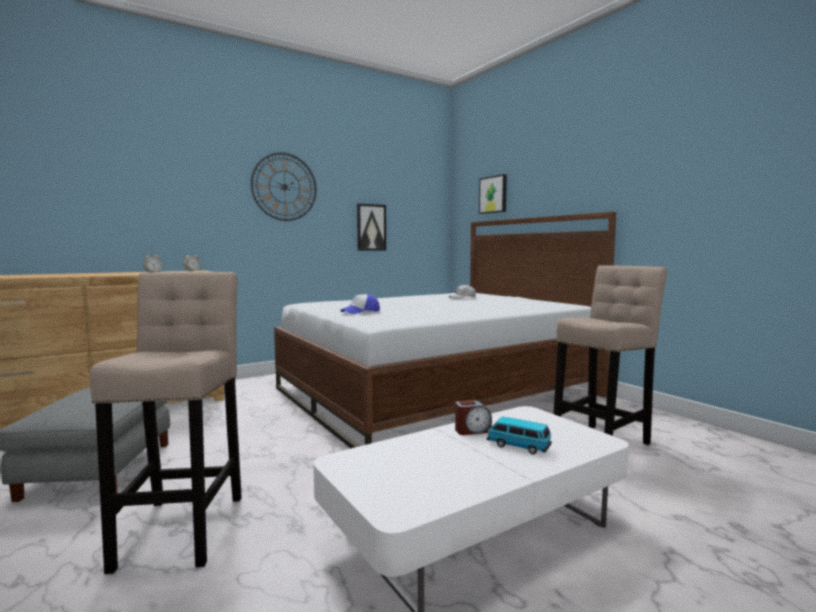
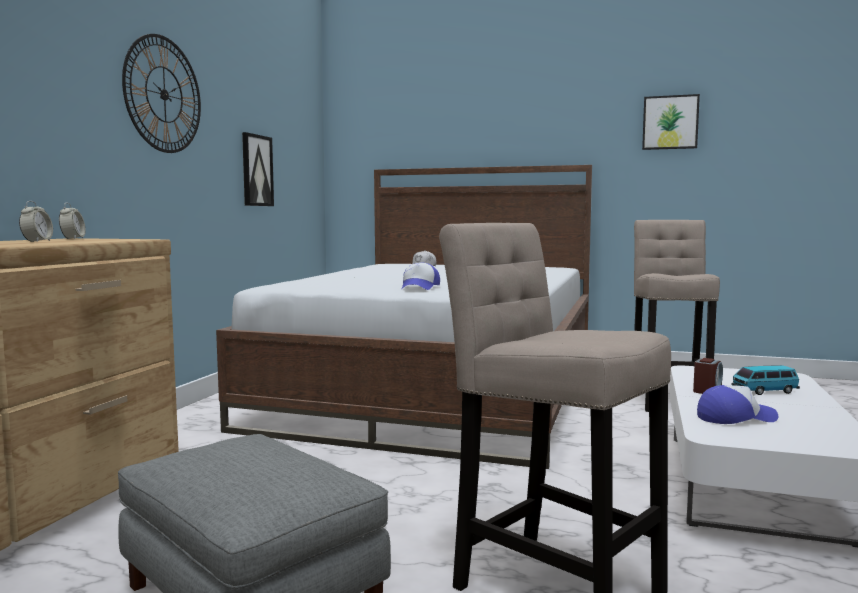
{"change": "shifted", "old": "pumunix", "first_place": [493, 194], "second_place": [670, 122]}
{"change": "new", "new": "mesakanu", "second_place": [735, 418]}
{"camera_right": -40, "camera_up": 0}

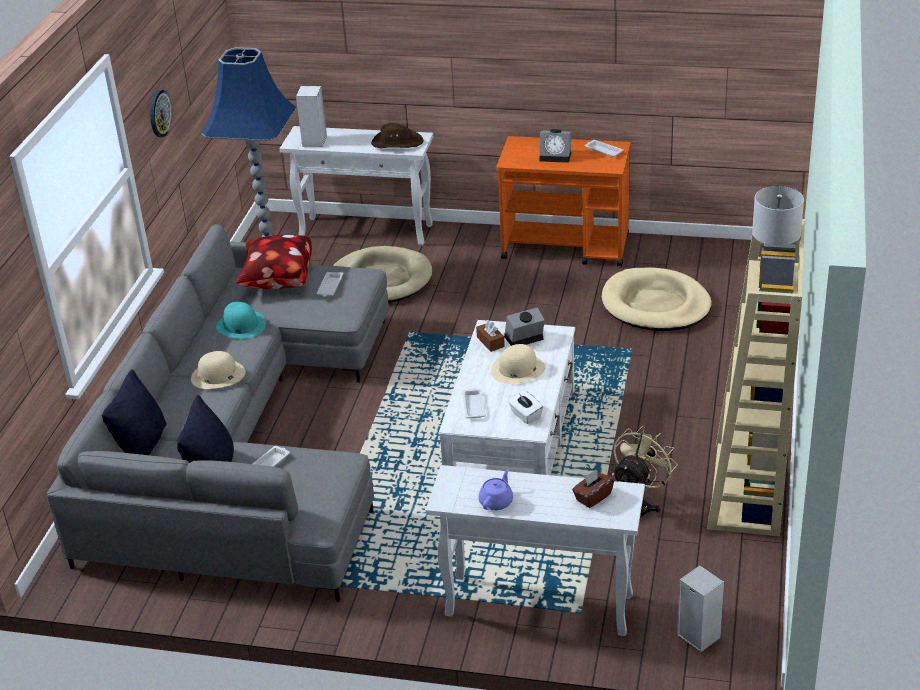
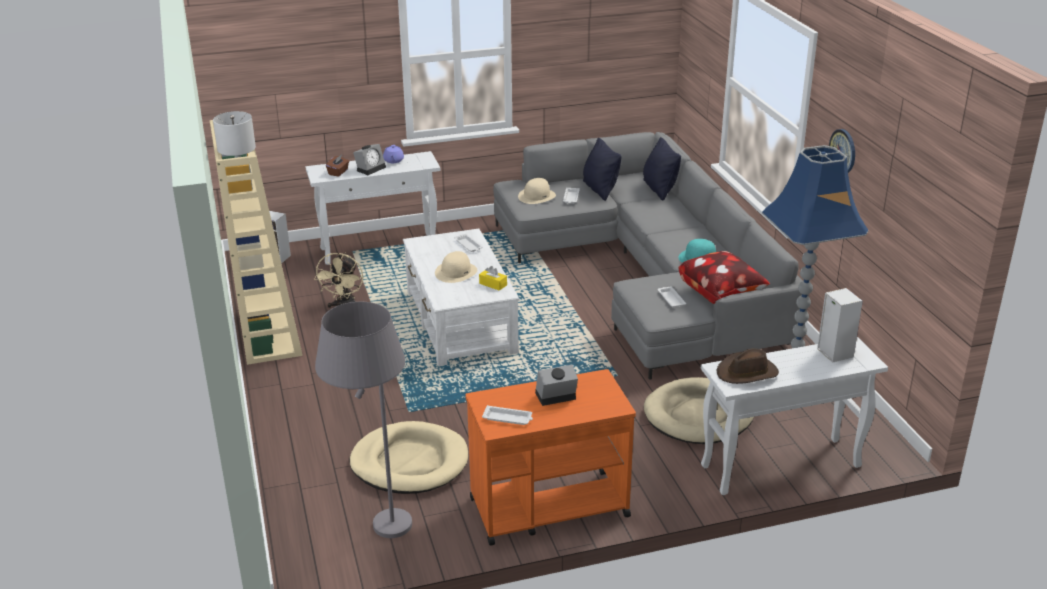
{"change": "shifted", "old": "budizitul", "first_place": [523, 339], "second_place": [371, 168]}
{"change": "repainted", "old": "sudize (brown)", "new": "sudize (yellow)", "first_place": [490, 342], "second_place": [493, 284]}
{"change": "shifted", "old": "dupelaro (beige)", "first_place": [218, 375], "second_place": [537, 196]}
{"change": "gone", "old": "sudize (white)", "first_place": [525, 415]}
{"change": "new", "new": "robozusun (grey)", "second_place": [376, 536]}
{"camera_right": 150, "camera_up": -5}

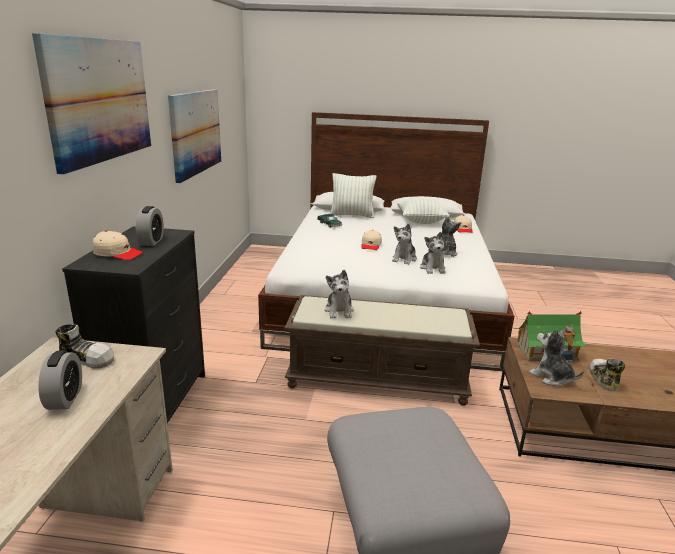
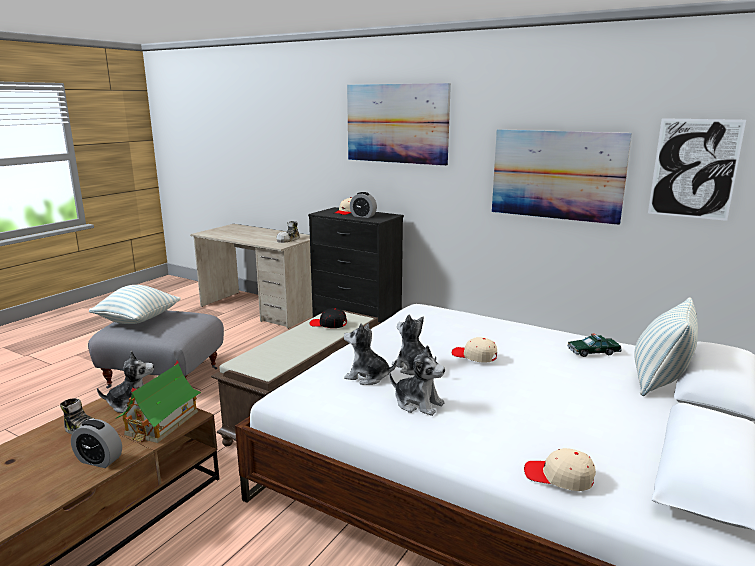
{"change": "shifted", "old": "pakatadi", "first_place": [421, 221], "second_place": [138, 320]}
{"change": "swapped", "old": "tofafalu", "new": "mesakanu (black)", "first_place": [339, 311], "second_place": [328, 324]}
{"change": "shifted", "old": "budizitul", "first_place": [65, 398], "second_place": [99, 460]}
{"change": "new", "new": "pumunix", "second_place": [694, 169]}
{"camera_right": 115, "camera_up": -5}

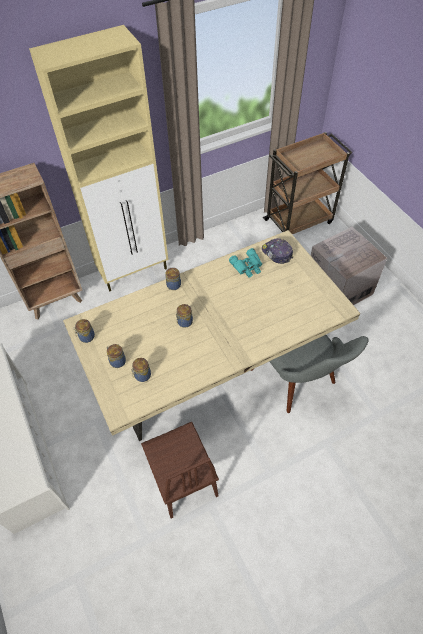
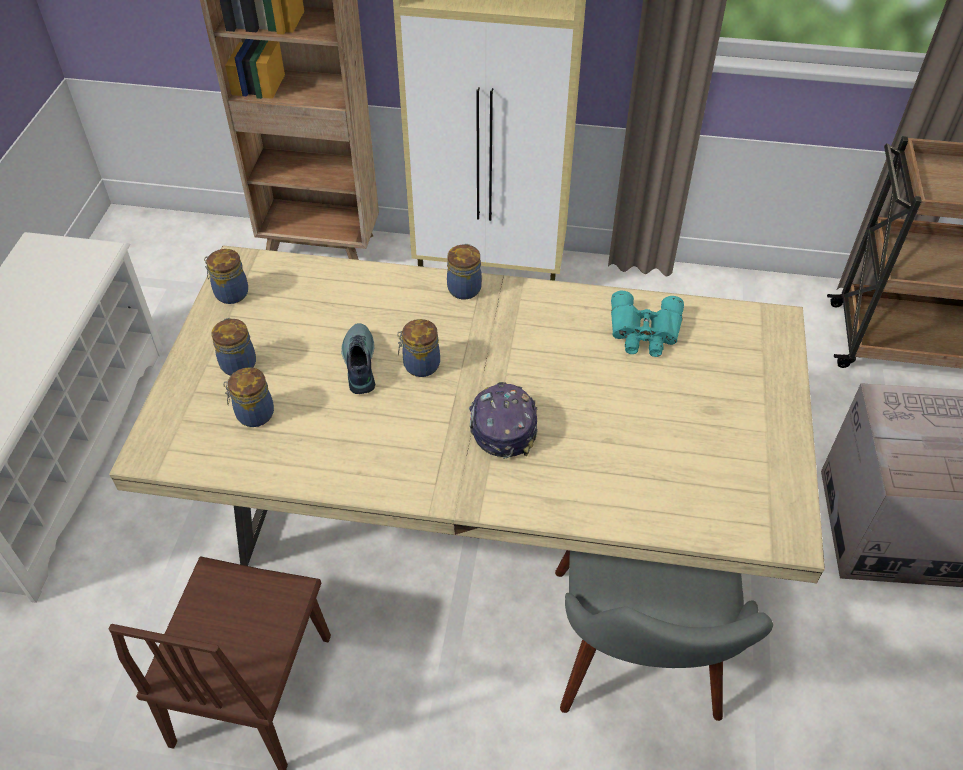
{"change": "shifted", "old": "mesakanu", "first_place": [276, 253], "second_place": [502, 424]}
{"change": "new", "new": "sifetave", "second_place": [358, 363]}
{"camera_right": 35, "camera_up": -5}

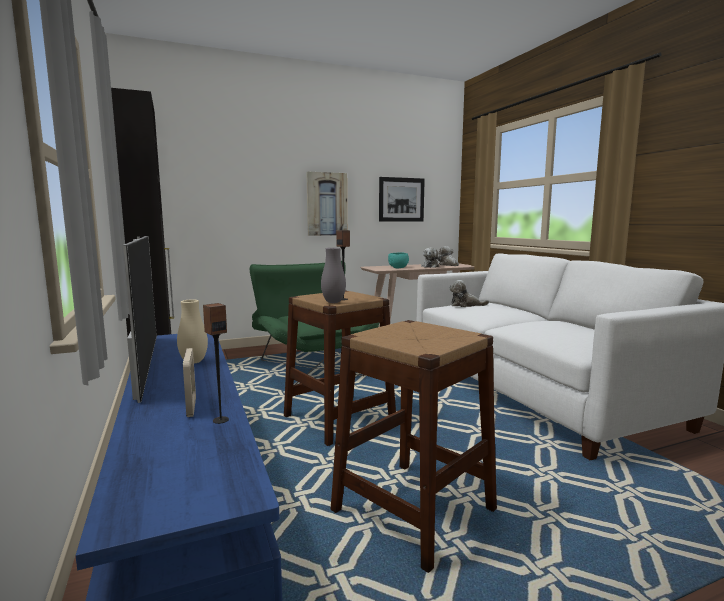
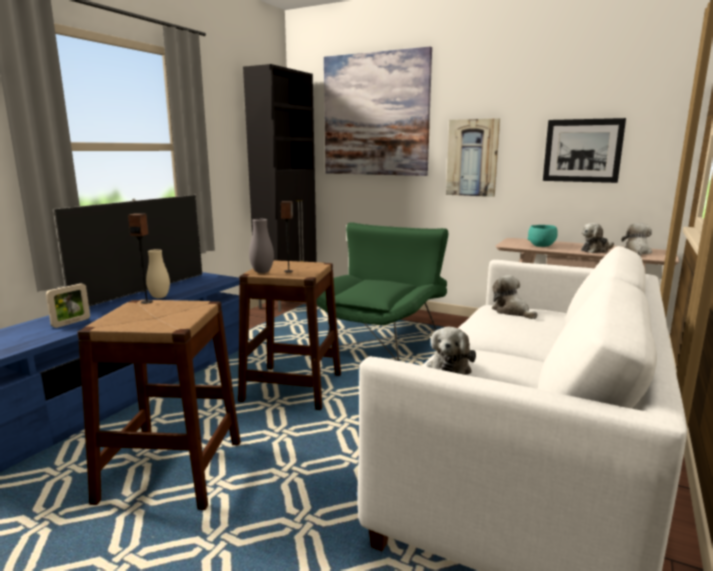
{"change": "shifted", "old": "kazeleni", "first_place": [220, 420], "second_place": [147, 302]}
{"change": "new", "new": "pumunix", "second_place": [375, 115]}
{"change": "new", "new": "tofafalu", "second_place": [449, 368]}
{"camera_right": 50, "camera_up": 5}

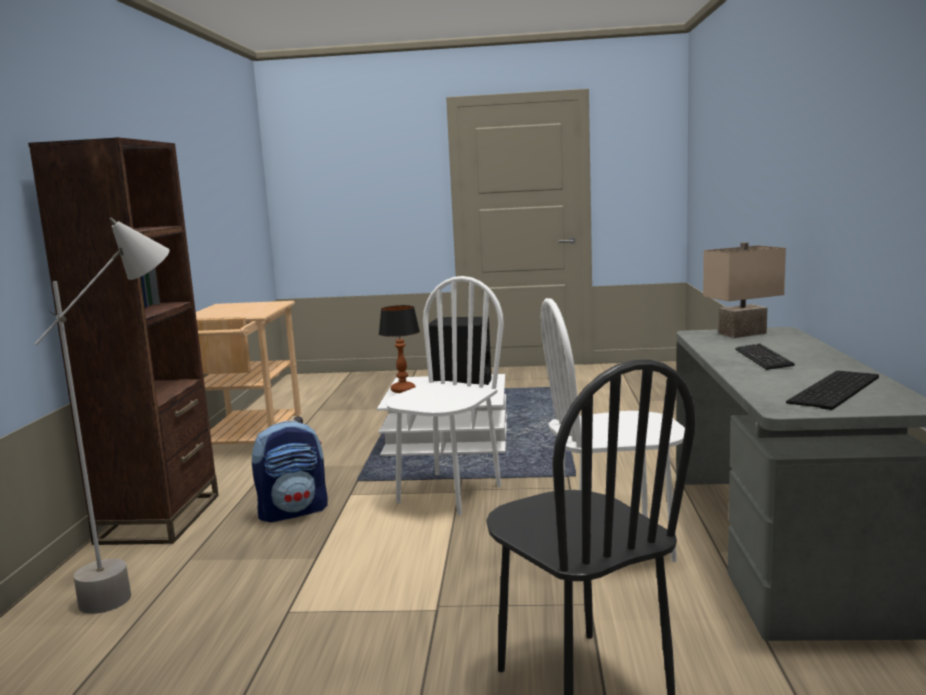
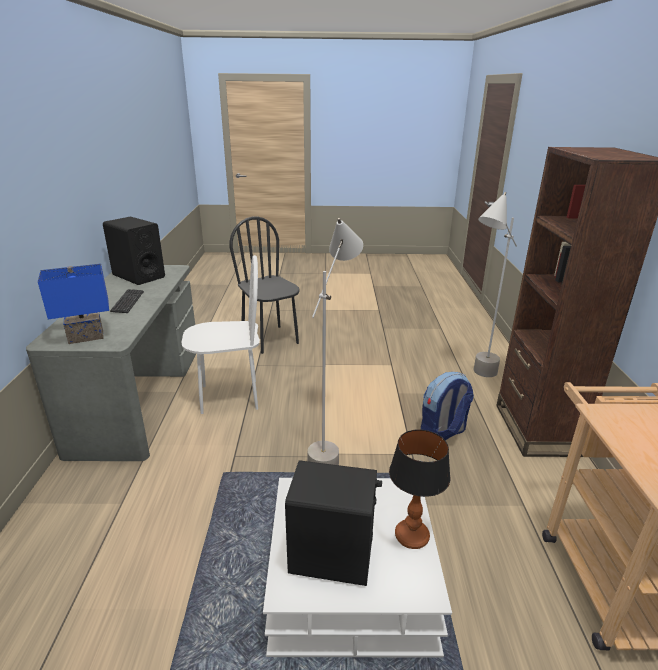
{"change": "repainted", "old": "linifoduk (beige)", "new": "linifoduk (blue)", "first_place": [741, 333], "second_place": [85, 338]}
{"change": "swapped", "old": "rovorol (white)", "new": "robozusun (grey)", "first_place": [448, 494], "second_place": [331, 451]}
{"change": "swapped", "old": "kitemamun", "new": "kazeleni (black)", "first_place": [837, 390], "second_place": [138, 276]}
{"camera_right": 175, "camera_up": 15}

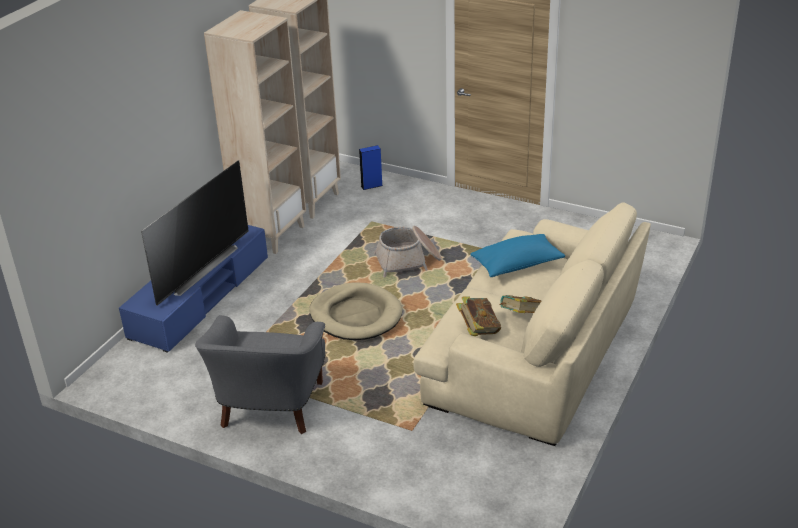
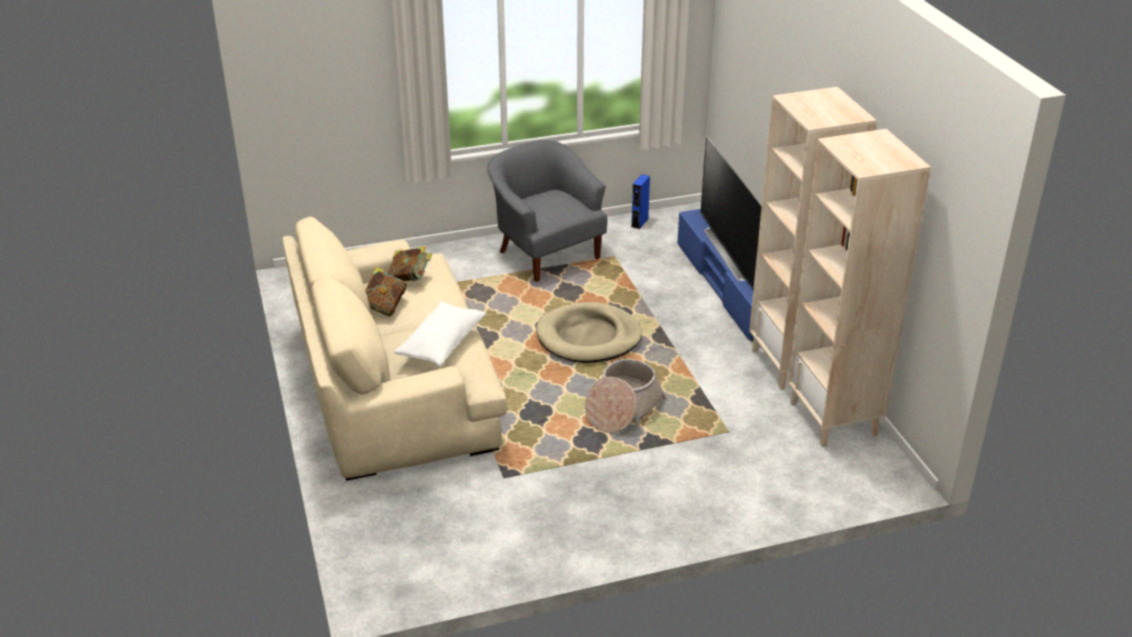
{"change": "shifted", "old": "kazeleni (blue)", "first_place": [371, 186], "second_place": [639, 222]}
{"change": "repainted", "old": "pakatadi (blue)", "new": "pakatadi (white)", "first_place": [517, 265], "second_place": [441, 344]}
{"camera_right": 135, "camera_up": 0}

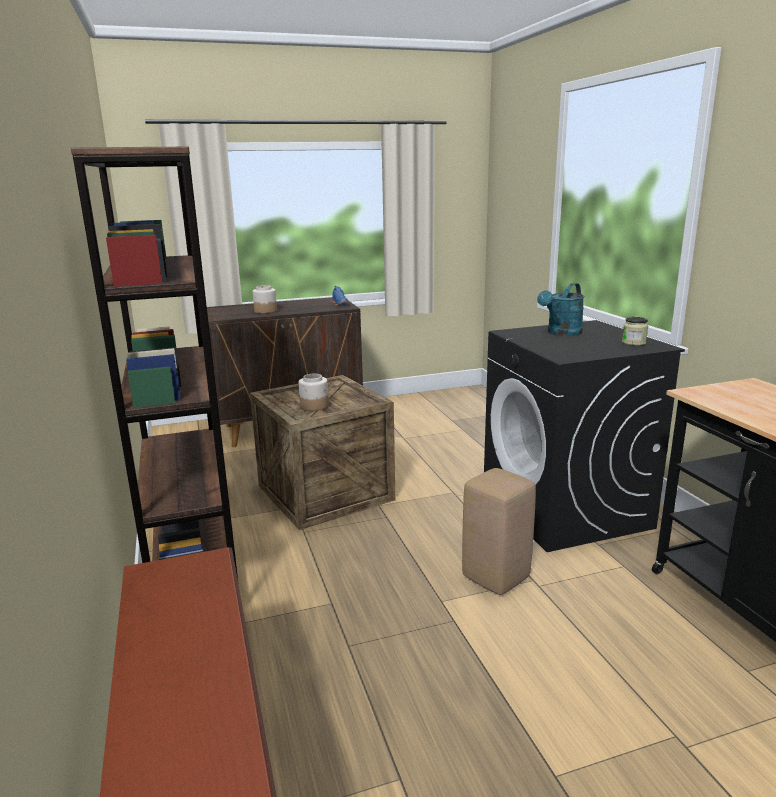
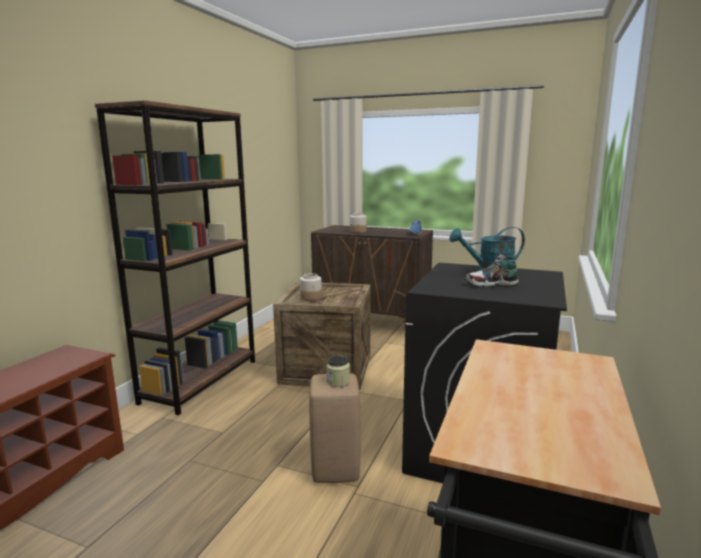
{"change": "shifted", "old": "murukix", "first_place": [634, 342], "second_place": [338, 382]}
{"change": "new", "new": "sifetave", "second_place": [492, 284]}
{"camera_right": 40, "camera_up": -5}

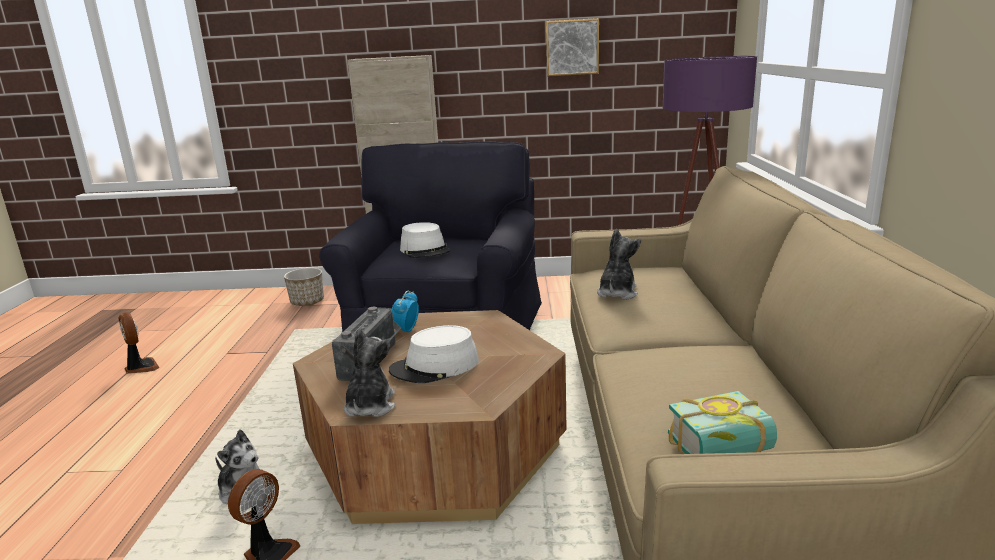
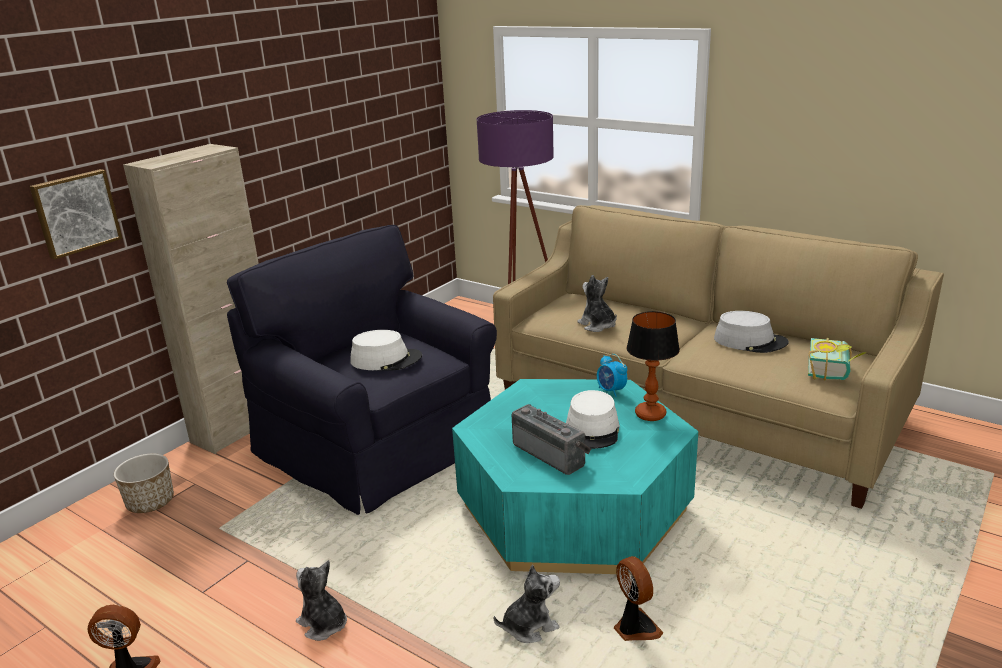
{"change": "shifted", "old": "pumunix", "first_place": [572, 47], "second_place": [75, 213]}
{"change": "shifted", "old": "budizitul", "first_place": [405, 331], "second_place": [611, 391]}
{"change": "repainted", "old": "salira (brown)", "new": "salira (turquoise)", "first_place": [436, 450], "second_place": [574, 508]}
{"change": "shifted", "old": "tofafalu", "first_place": [370, 406], "second_place": [323, 624]}
{"change": "new", "new": "linifoduk", "second_place": [650, 415]}
{"change": "new", "new": "dupelaro (grey)", "second_place": [750, 341]}
{"camera_right": -55, "camera_up": 5}

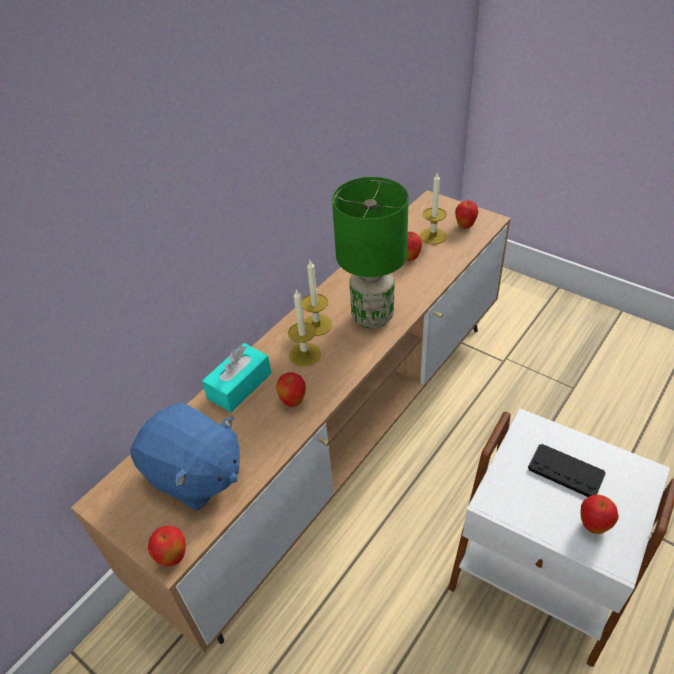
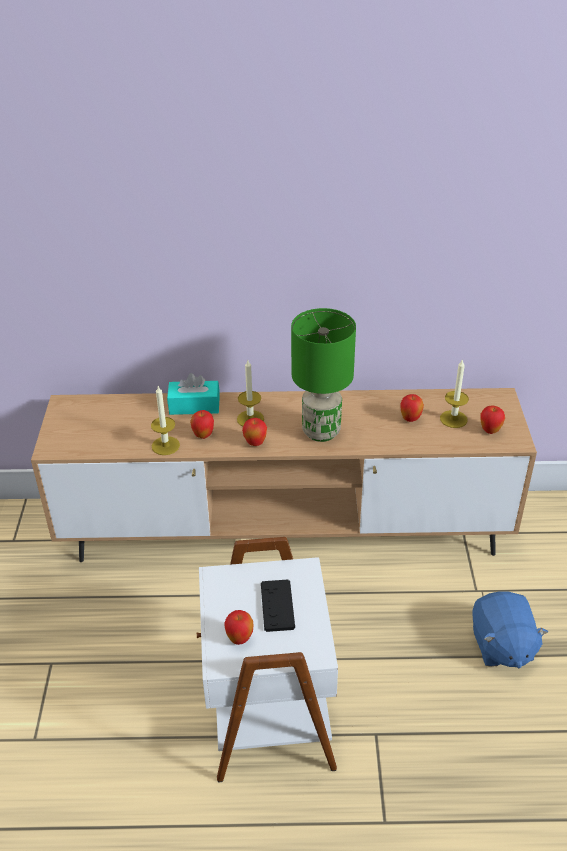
{"change": "shifted", "old": "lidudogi", "first_place": [316, 325], "second_place": [165, 445]}
{"change": "shifted", "old": "tofafalu (blue)", "first_place": [195, 475], "second_place": [501, 646]}
{"change": "shifted", "old": "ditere", "first_place": [173, 557], "second_place": [255, 443]}
{"camera_right": 50, "camera_up": -5}

